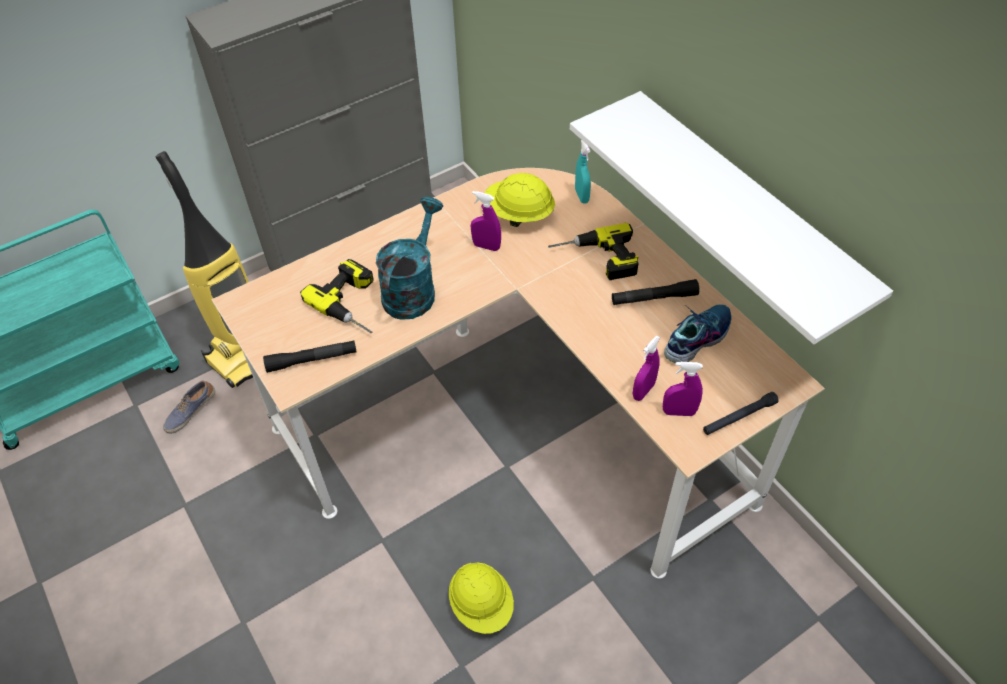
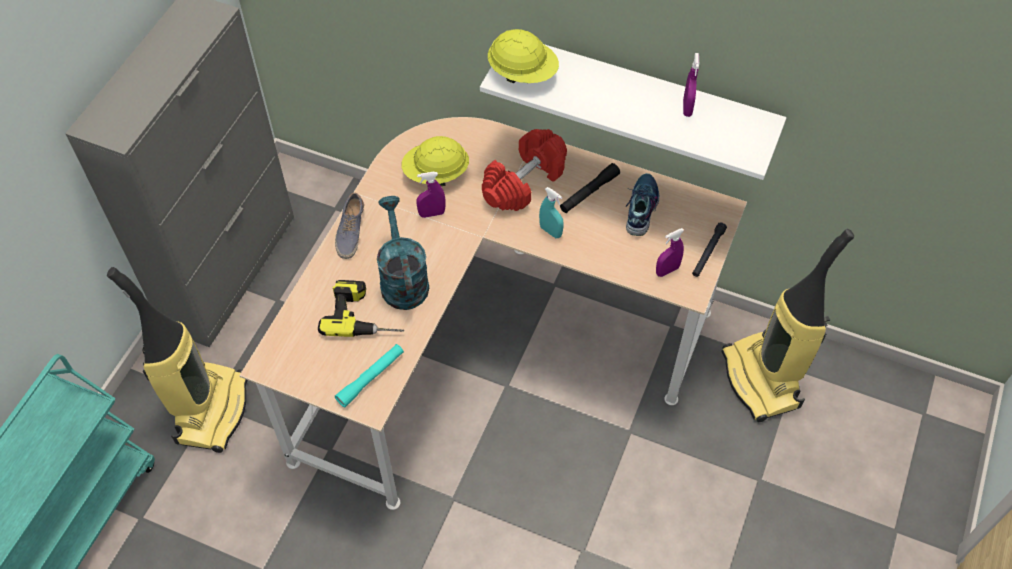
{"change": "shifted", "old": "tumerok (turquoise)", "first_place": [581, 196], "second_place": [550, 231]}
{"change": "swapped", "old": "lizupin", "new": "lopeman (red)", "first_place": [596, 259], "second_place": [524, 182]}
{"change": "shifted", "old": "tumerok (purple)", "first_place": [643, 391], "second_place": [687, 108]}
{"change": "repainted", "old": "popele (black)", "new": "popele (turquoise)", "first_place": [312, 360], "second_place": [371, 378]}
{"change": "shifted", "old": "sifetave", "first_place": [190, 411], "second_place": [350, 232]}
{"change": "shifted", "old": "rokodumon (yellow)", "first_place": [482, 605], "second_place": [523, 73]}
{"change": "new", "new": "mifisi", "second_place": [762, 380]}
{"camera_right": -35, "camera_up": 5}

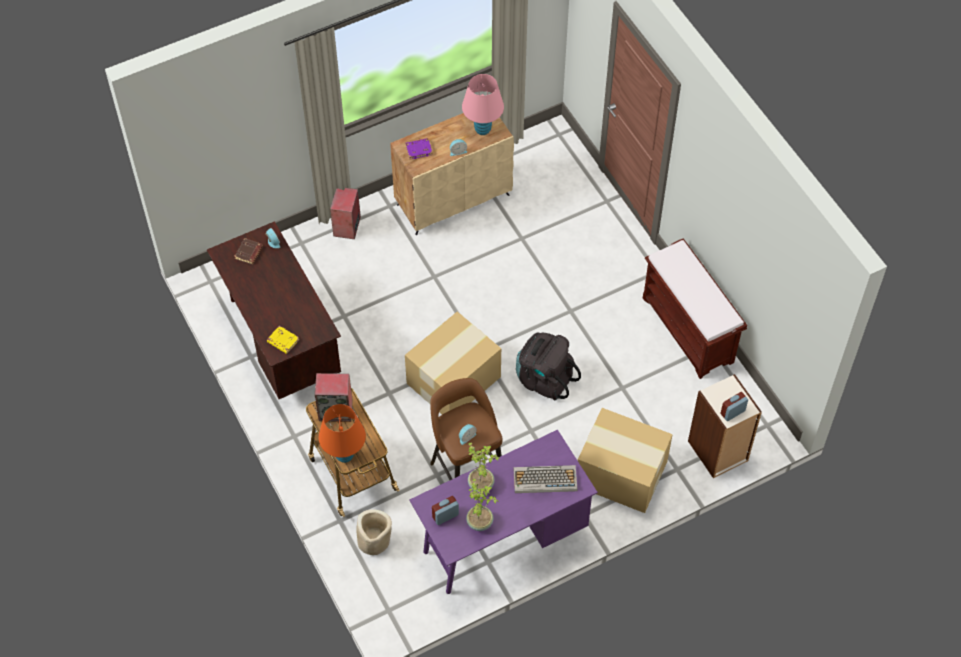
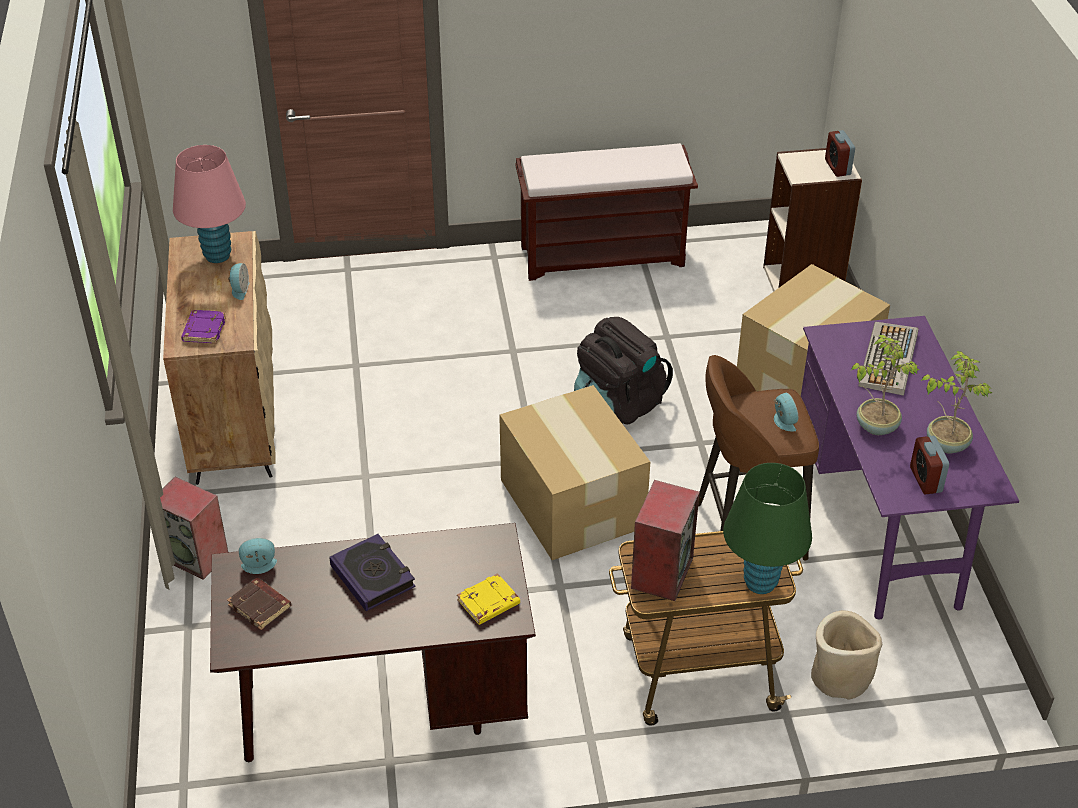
{"change": "repainted", "old": "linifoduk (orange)", "new": "linifoduk (green)", "first_place": [344, 455], "second_place": [760, 583]}
{"change": "new", "new": "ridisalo", "second_place": [373, 576]}
{"camera_right": -70, "camera_up": -15}

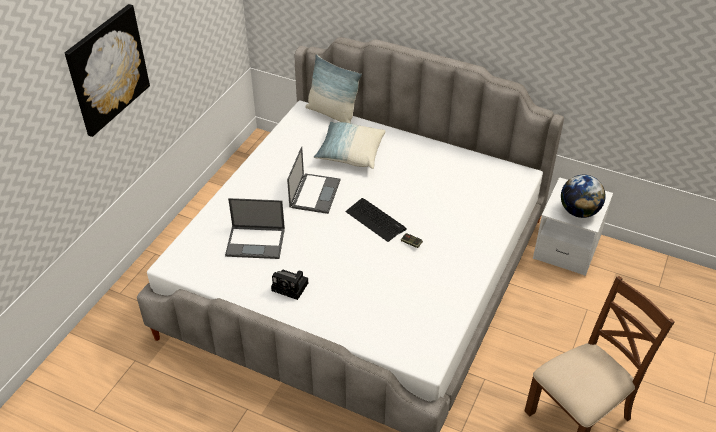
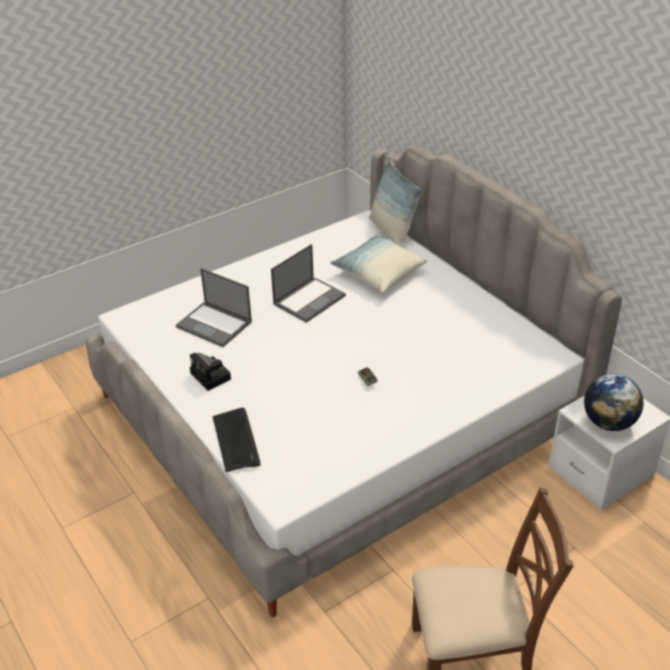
{"change": "gone", "old": "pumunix", "first_place": [107, 69]}
{"change": "shifted", "old": "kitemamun", "first_place": [375, 220], "second_place": [236, 440]}
{"camera_right": 30, "camera_up": -5}

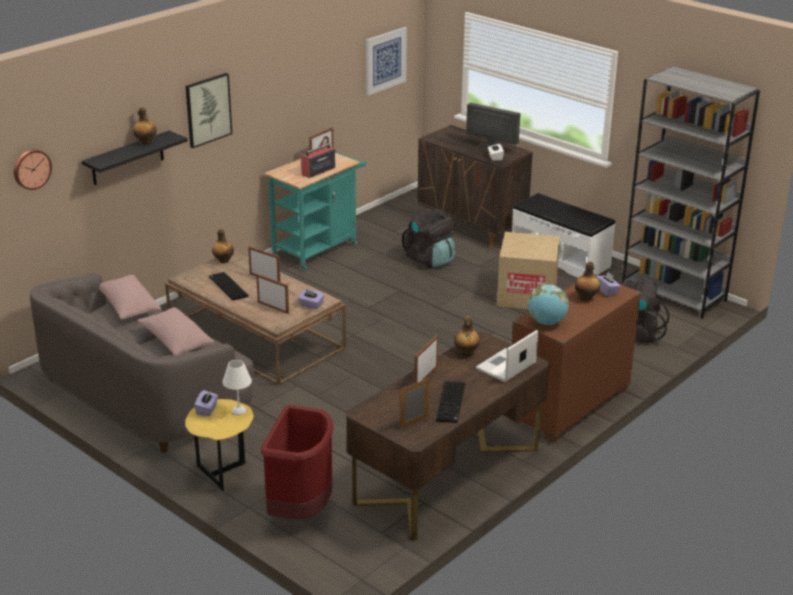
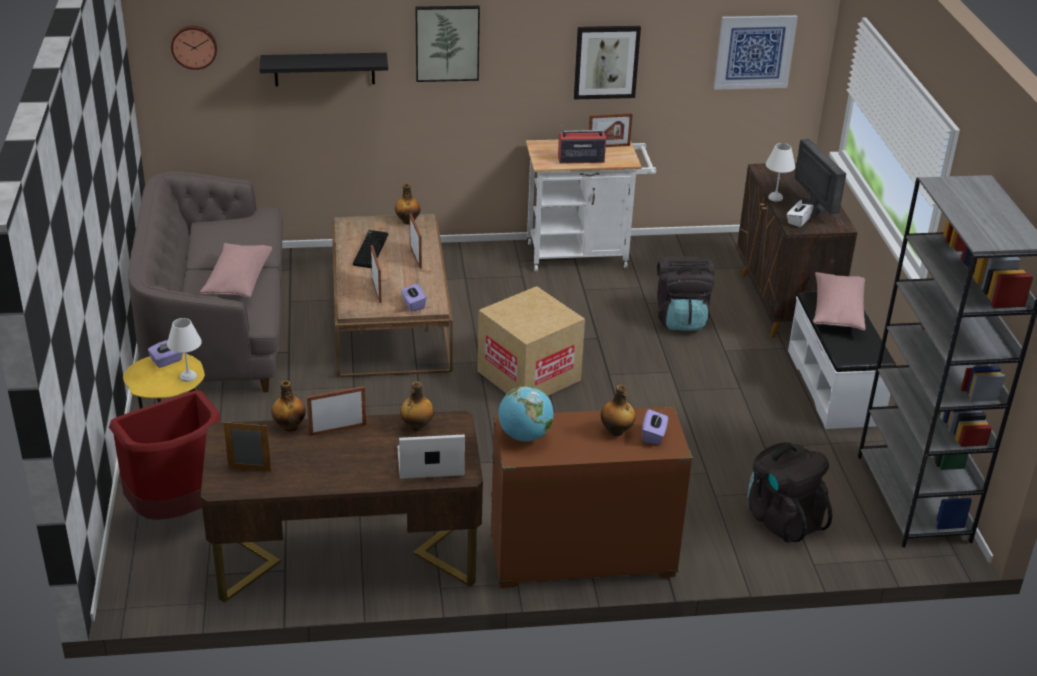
{"change": "shifted", "old": "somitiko", "first_place": [146, 142], "second_place": [289, 426]}
{"change": "repainted", "old": "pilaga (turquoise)", "new": "pilaga (white)", "first_place": [319, 248], "second_place": [584, 254]}
{"change": "shifted", "old": "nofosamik", "first_place": [527, 295], "second_place": [529, 375]}
{"change": "shifted", "old": "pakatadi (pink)", "first_place": [128, 307], "second_place": [837, 312]}
{"change": "gone", "old": "kitemamun", "first_place": [451, 403]}
{"change": "new", "new": "pumunix", "second_place": [606, 61]}
{"change": "new", "new": "linifoduk (white)", "second_place": [774, 198]}
{"camera_right": 40, "camera_up": 5}

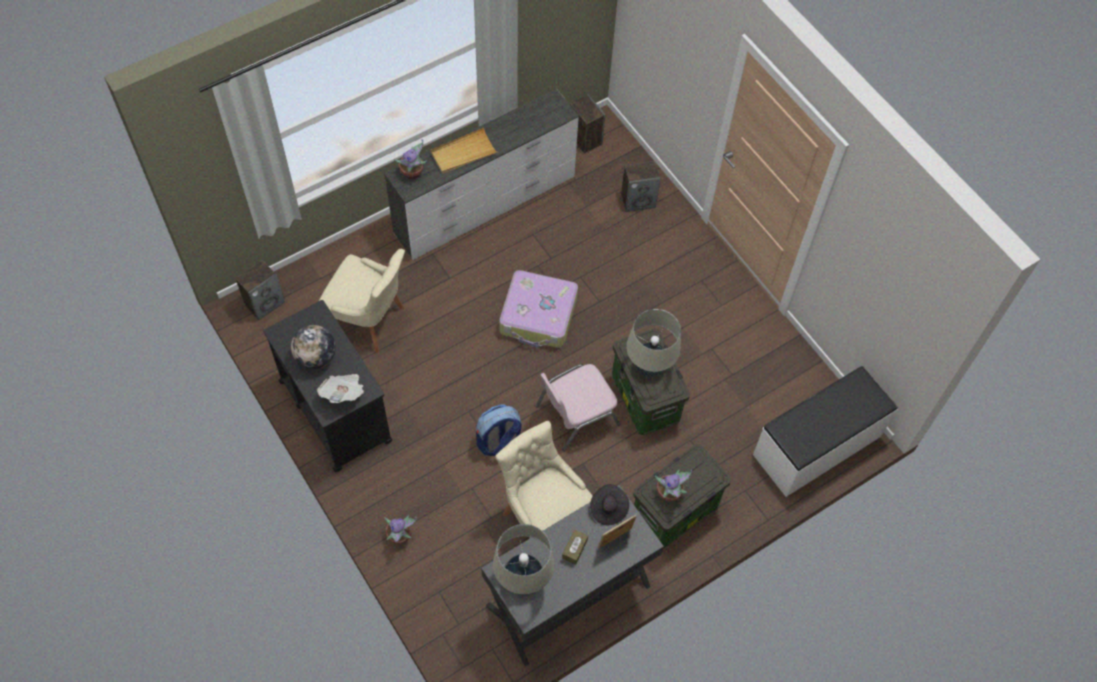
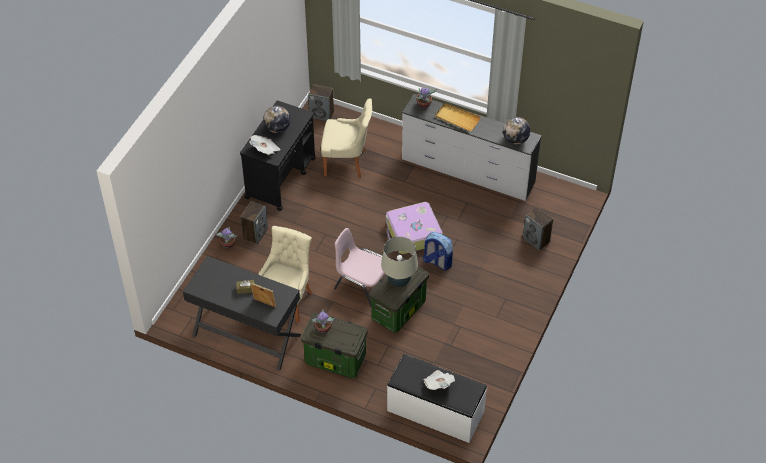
{"change": "shifted", "old": "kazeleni", "first_place": [584, 139], "second_place": [255, 233]}
{"change": "rotated", "old": "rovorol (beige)", "first_place": [369, 321], "second_place": [347, 162], "degrees": -75}
{"change": "shifted", "old": "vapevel", "first_place": [498, 441], "second_place": [437, 262]}
{"change": "gone", "old": "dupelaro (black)", "first_place": [608, 508]}
{"change": "gone", "old": "linifoduk (beige)", "first_place": [523, 579]}
{"change": "new", "new": "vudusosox", "second_place": [515, 140]}
{"change": "new", "new": "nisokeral", "second_place": [438, 384]}
{"camera_right": 60, "camera_up": -10}

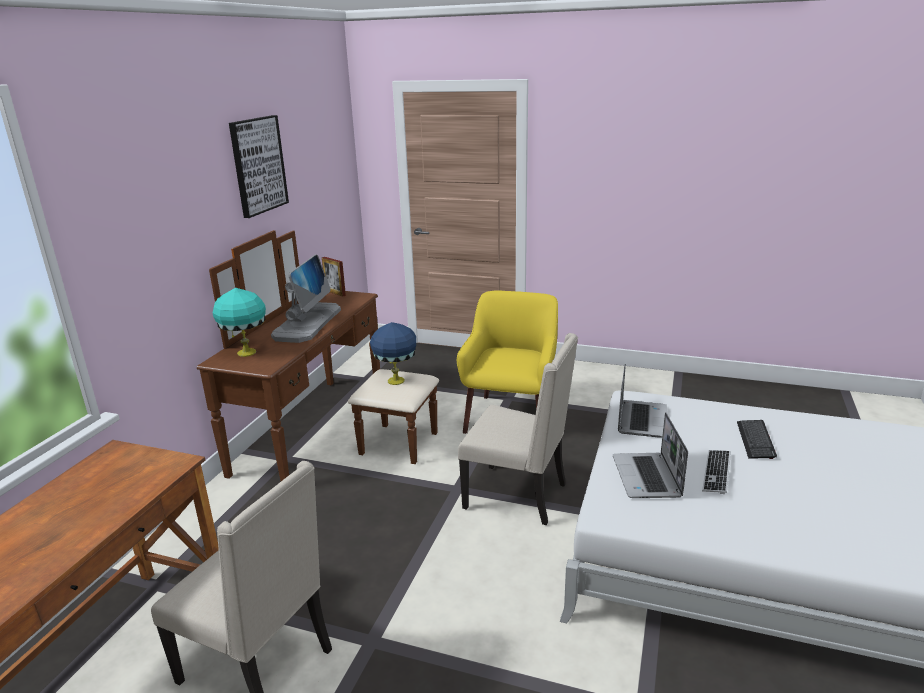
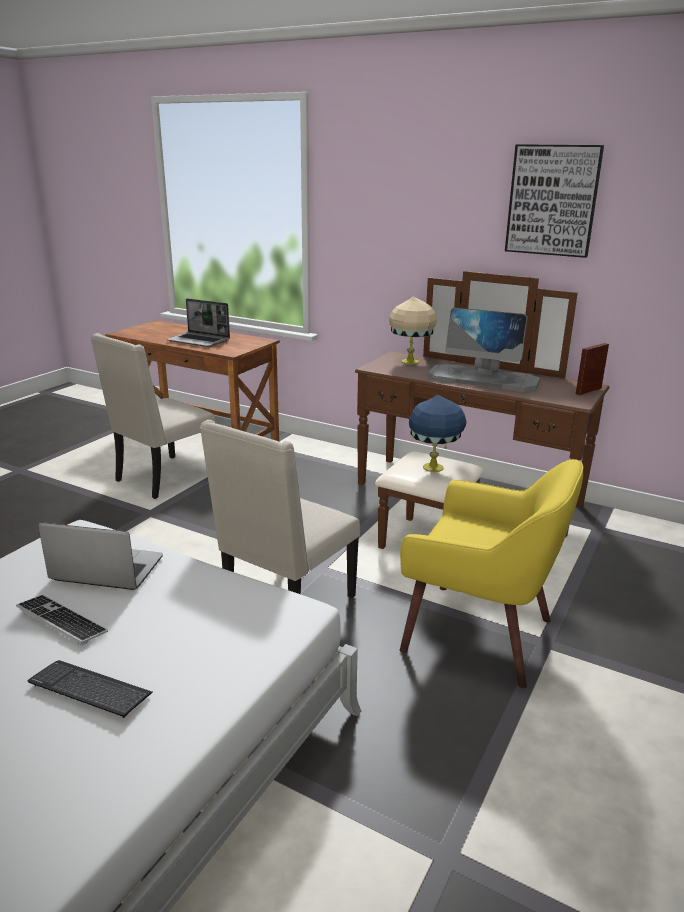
{"change": "repainted", "old": "linifoduk (turquoise)", "new": "linifoduk (beige)", "first_place": [246, 352], "second_place": [411, 362]}
{"change": "shifted", "old": "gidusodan", "first_place": [641, 419], "second_place": [199, 341]}
{"camera_right": 100, "camera_up": 0}

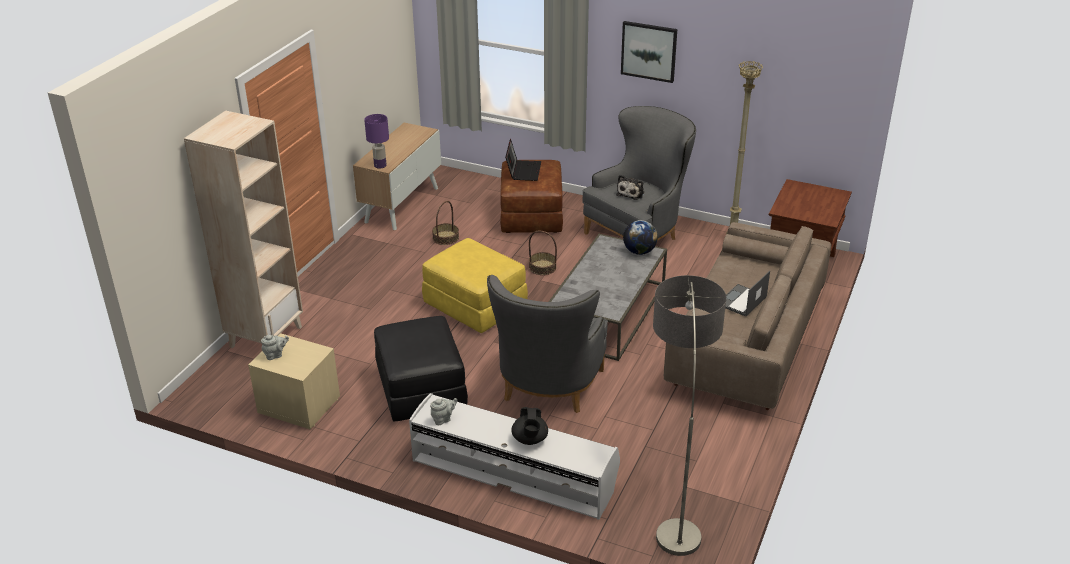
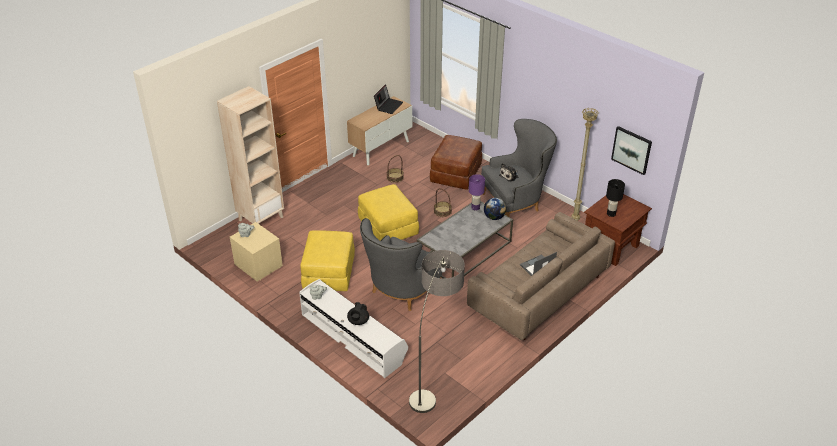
{"change": "shifted", "old": "pumunix", "first_place": [649, 51], "second_place": [631, 150]}
{"change": "shifted", "old": "linifoduk (purple)", "first_place": [380, 166], "second_place": [475, 208]}
{"change": "shifted", "old": "gidusodan", "first_place": [523, 170], "second_place": [388, 106]}
{"change": "repainted", "old": "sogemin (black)", "new": "sogemin (yellow)", "first_place": [422, 389], "second_place": [329, 273]}
{"change": "new", "new": "linifoduk (black)", "second_place": [611, 214]}
{"camera_right": 20, "camera_up": 5}

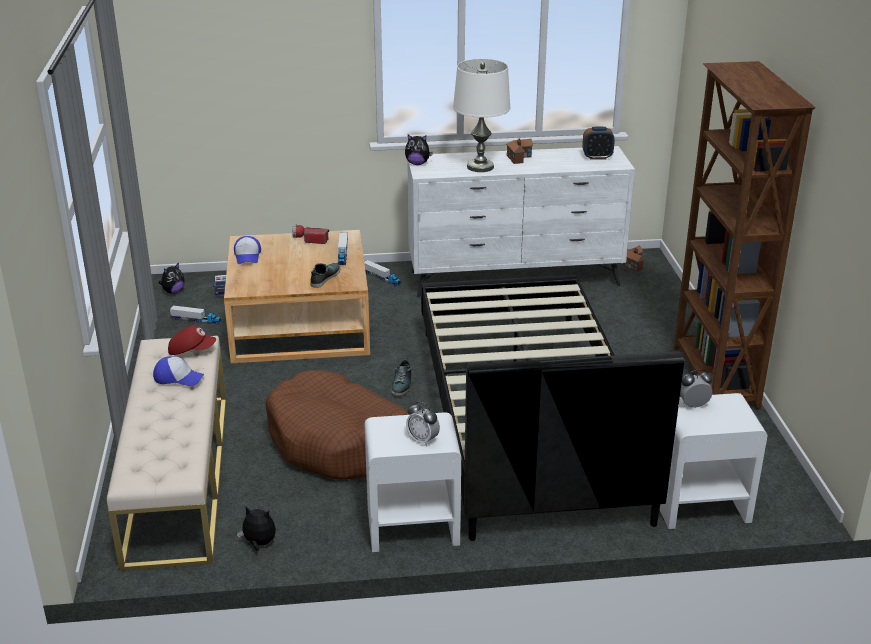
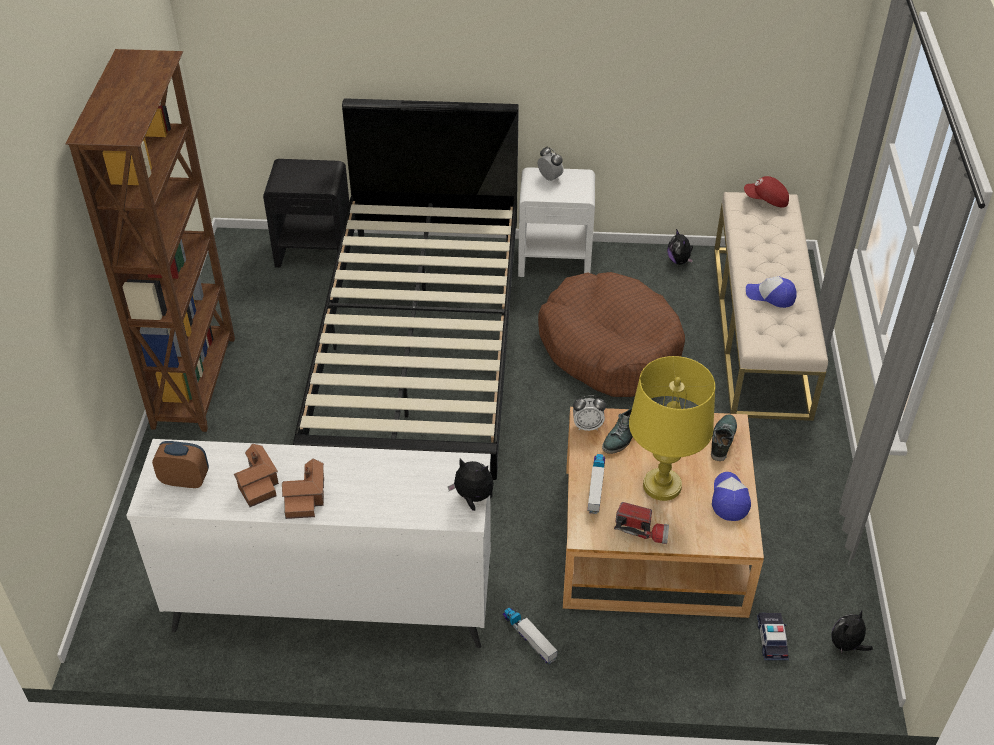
{"change": "gone", "old": "linifoduk (white)", "first_place": [480, 167]}
{"change": "shifted", "old": "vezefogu", "first_place": [631, 264], "second_place": [257, 483]}
{"change": "gone", "old": "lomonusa", "first_place": [196, 320]}
{"change": "shifted", "old": "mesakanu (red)", "first_place": [191, 350], "second_place": [766, 200]}
{"change": "shifted", "old": "sifetave", "first_place": [402, 385], "second_place": [722, 439]}
{"change": "shifted", "old": "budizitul", "first_place": [693, 405], "second_place": [587, 426]}
{"change": "repainted", "old": "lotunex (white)", "new": "lotunex (black)", "first_place": [699, 505], "second_place": [315, 251]}
{"change": "rotated", "old": "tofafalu", "first_place": [259, 544], "second_place": [679, 261], "degrees": 45}
{"change": "new", "new": "linifoduk (yellow)", "second_place": [662, 486]}
{"camera_right": -170, "camera_up": 15}

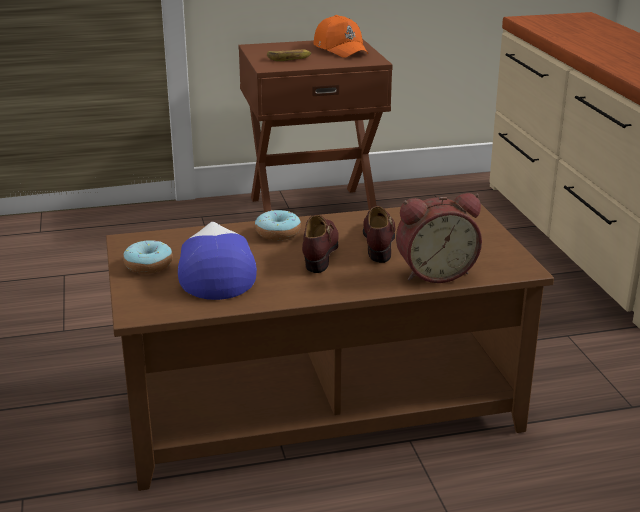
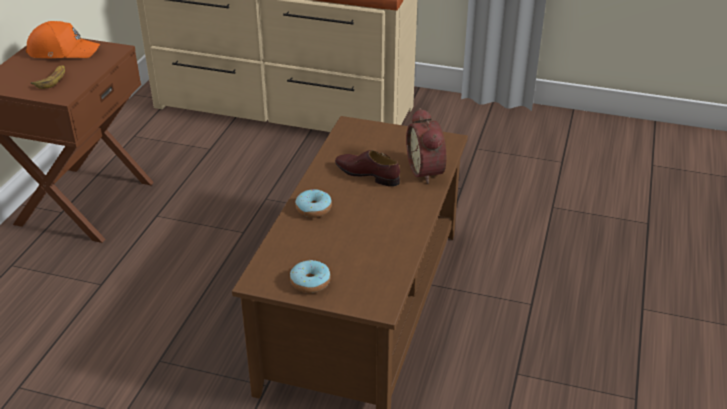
{"change": "rotated", "old": "budizitul", "first_place": [434, 272], "second_place": [428, 171], "degrees": 150}
{"change": "gone", "old": "sifetave (brown)", "first_place": [320, 251]}
{"change": "gone", "old": "mesakanu", "first_place": [215, 273]}
{"camera_right": -60, "camera_up": 10}

